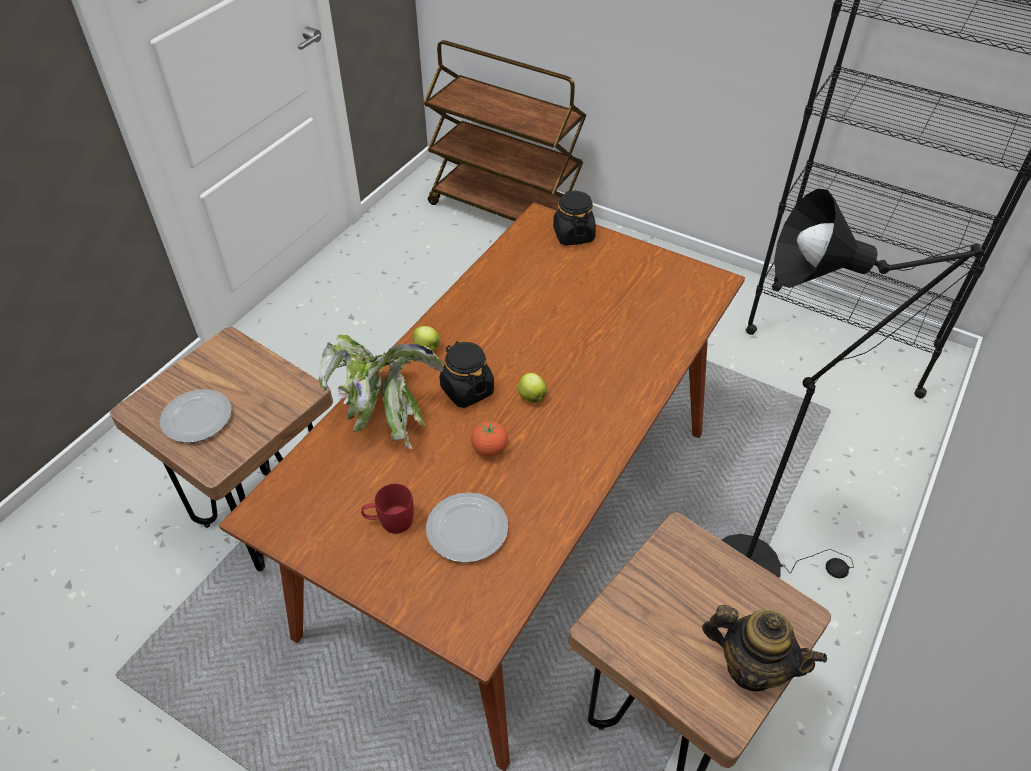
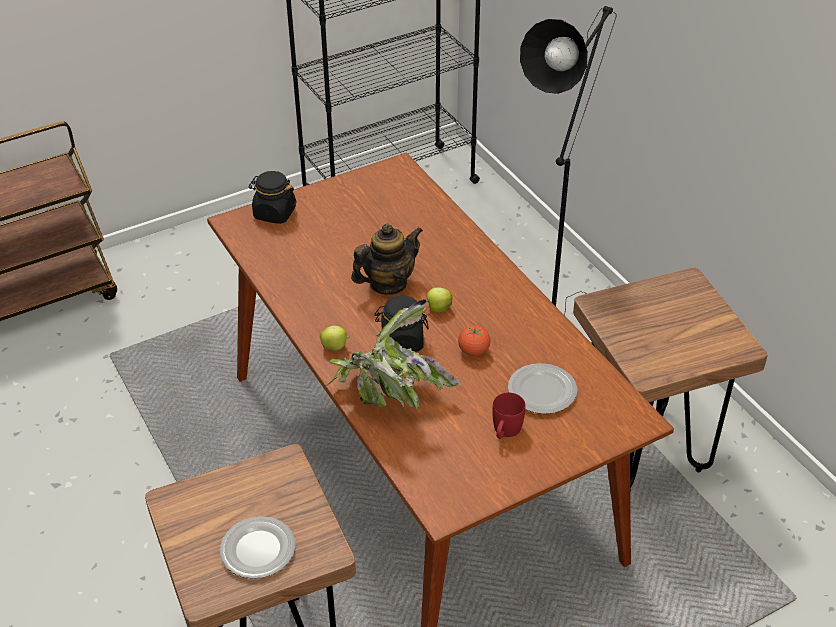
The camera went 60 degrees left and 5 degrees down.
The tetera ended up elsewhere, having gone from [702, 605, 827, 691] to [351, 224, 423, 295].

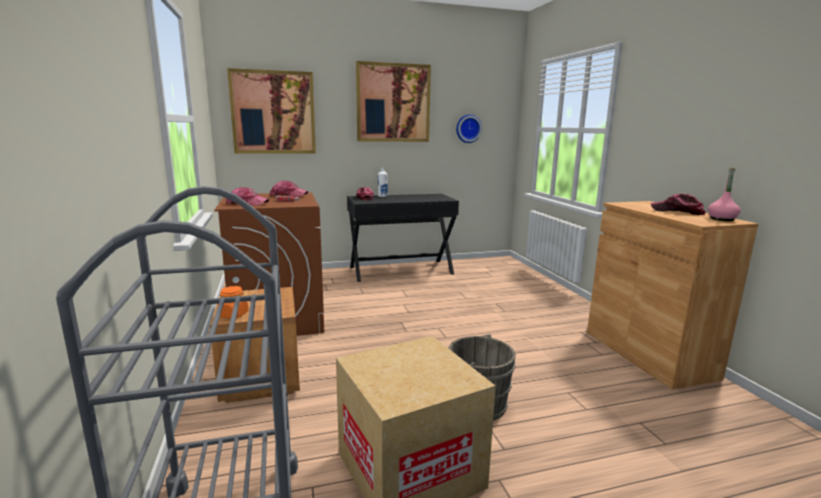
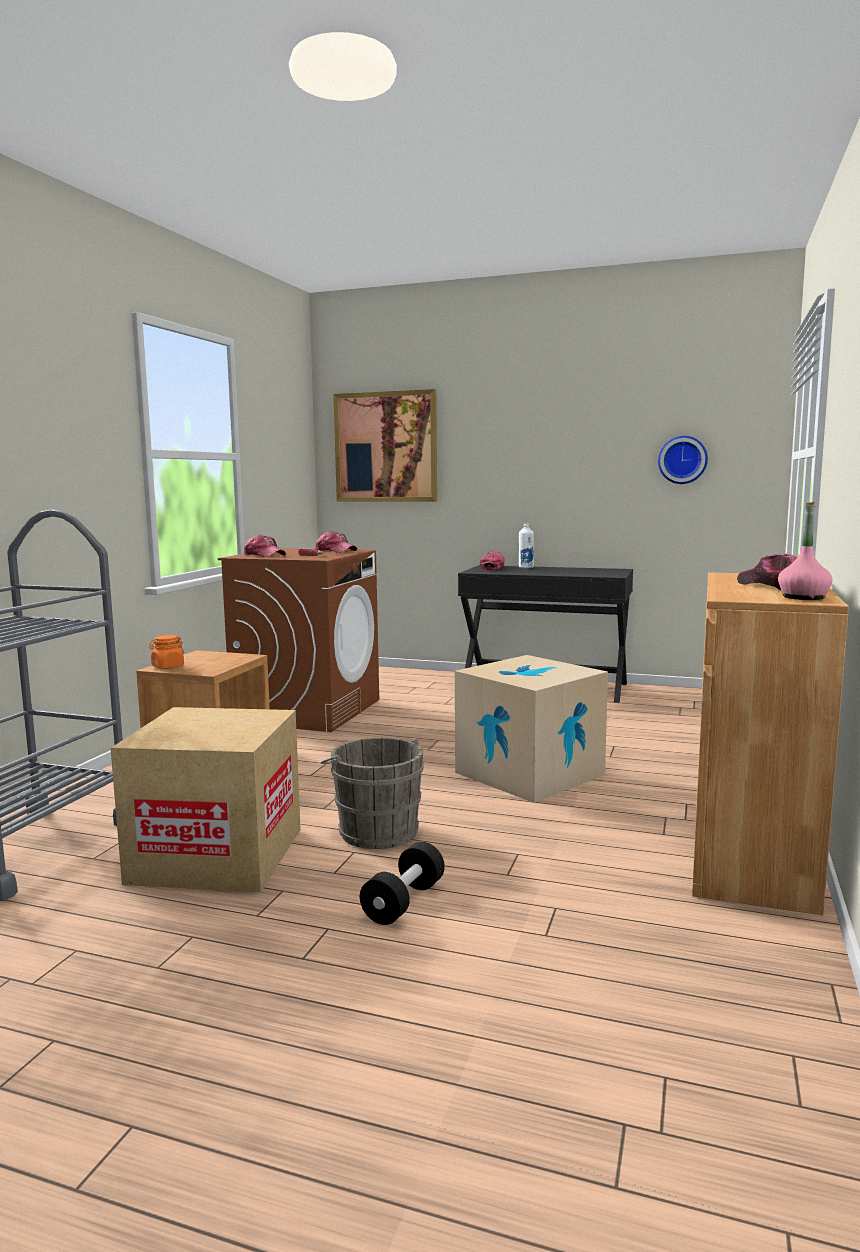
The camera went 35 degrees right and 5 degrees down.
The second view lost the cuadro at [356, 61, 431, 142].
The second view gained the caja de cartón at [455, 655, 608, 803].
The second view gained the mancuerna [negro] at [360, 842, 445, 925].

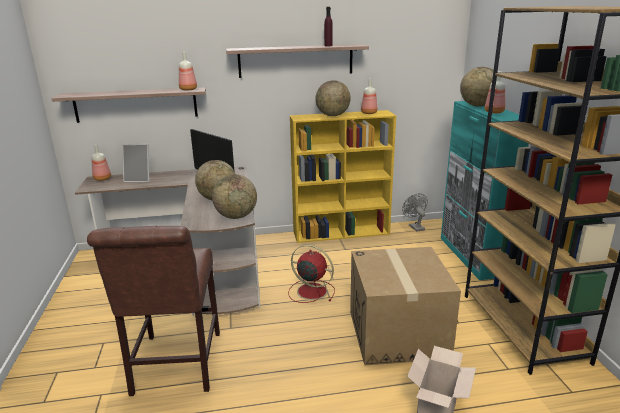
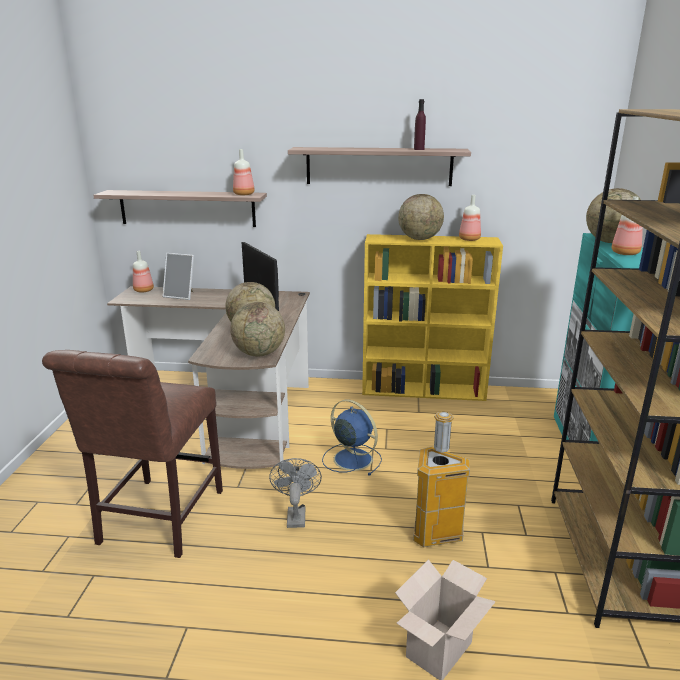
The camera went 15 degrees right and 0 degrees up.
The ventilador [gris] ended up elsewhere, having gone from [402, 193, 428, 232] to [269, 458, 322, 528].
What was the ventilador [rojo] at [288, 245, 335, 303] turned into the ventilador [azul] at [322, 399, 382, 476].
Where the caja de cartón stood at [350, 247, 461, 365], the papelera came to stand at [413, 412, 470, 547].

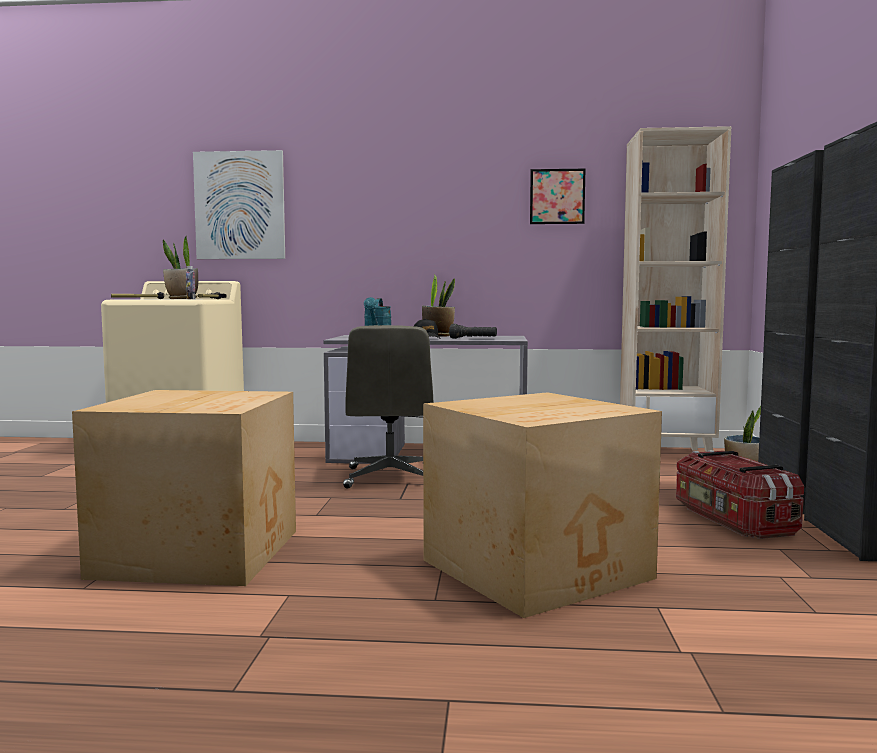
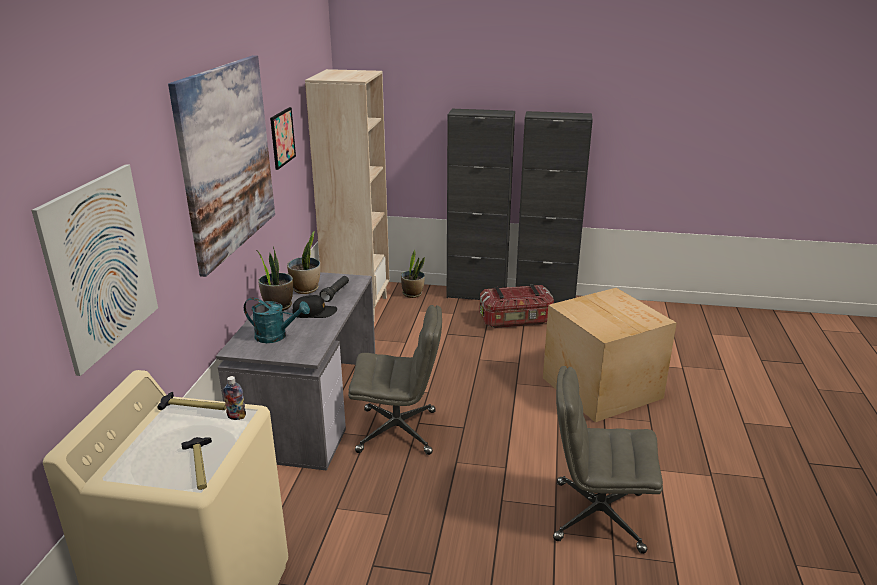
The camera went 85 degrees left and 20 degrees up.
The planta en maceta ended up elsewhere, having gone from [163, 236, 198, 299] to [287, 231, 320, 294].
Where the caja de cartón stood at [72, 390, 296, 586], the silla de oficina [gris] came to stand at [553, 366, 663, 554].
The second view gained the cuadro at [168, 55, 275, 277].

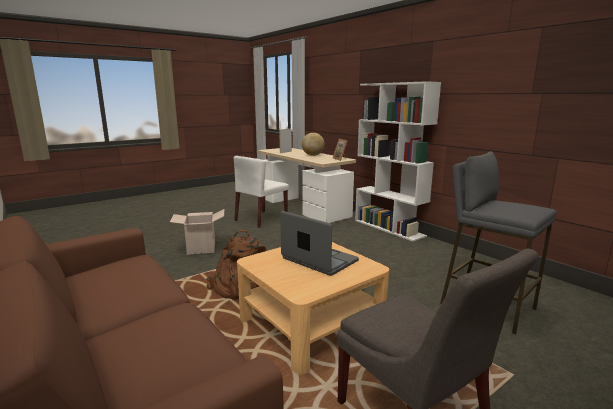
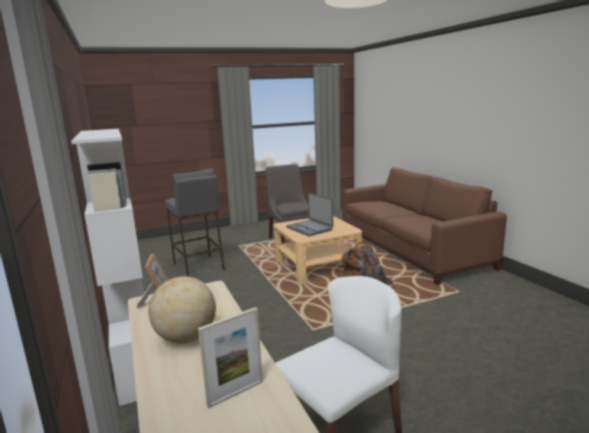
The camera went 165 degrees left and 0 degrees up.
The second view lost the caja de cartón at [170, 209, 224, 255].

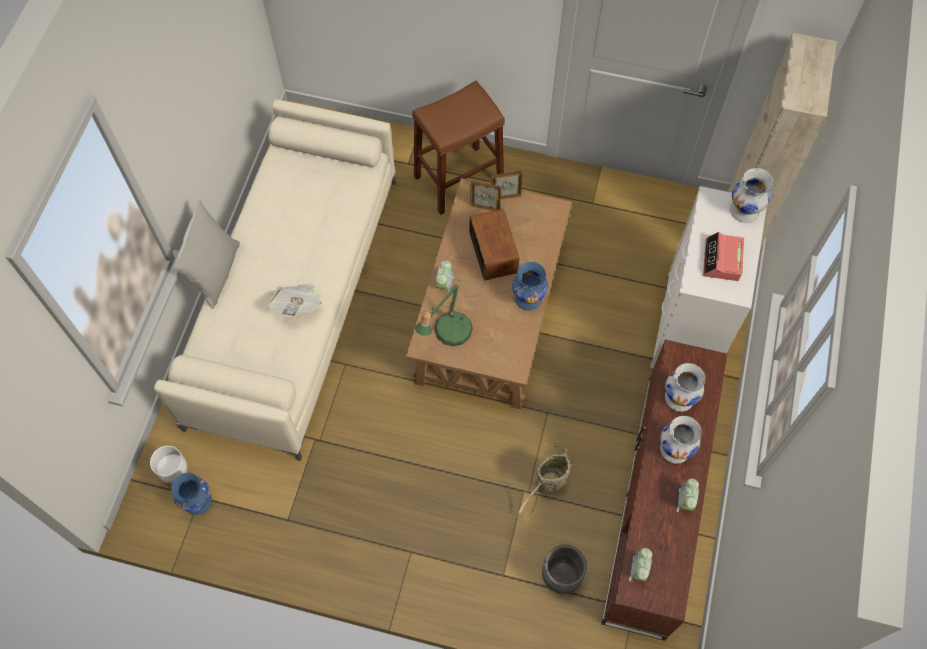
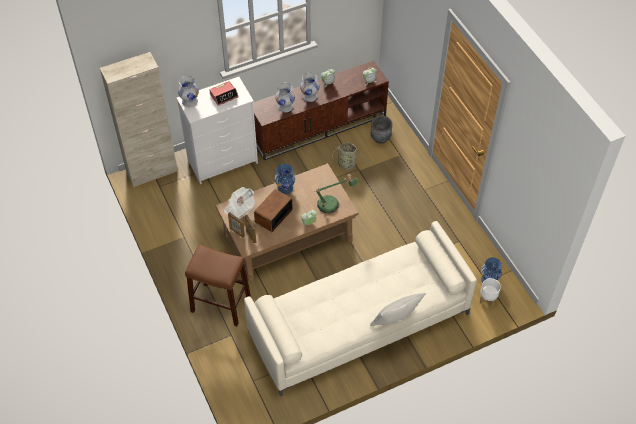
The camera went 130 degrees left and 10 degrees down.
The periódico ended up elsewhere, having gone from [268, 283, 322, 317] to [224, 187, 255, 218].

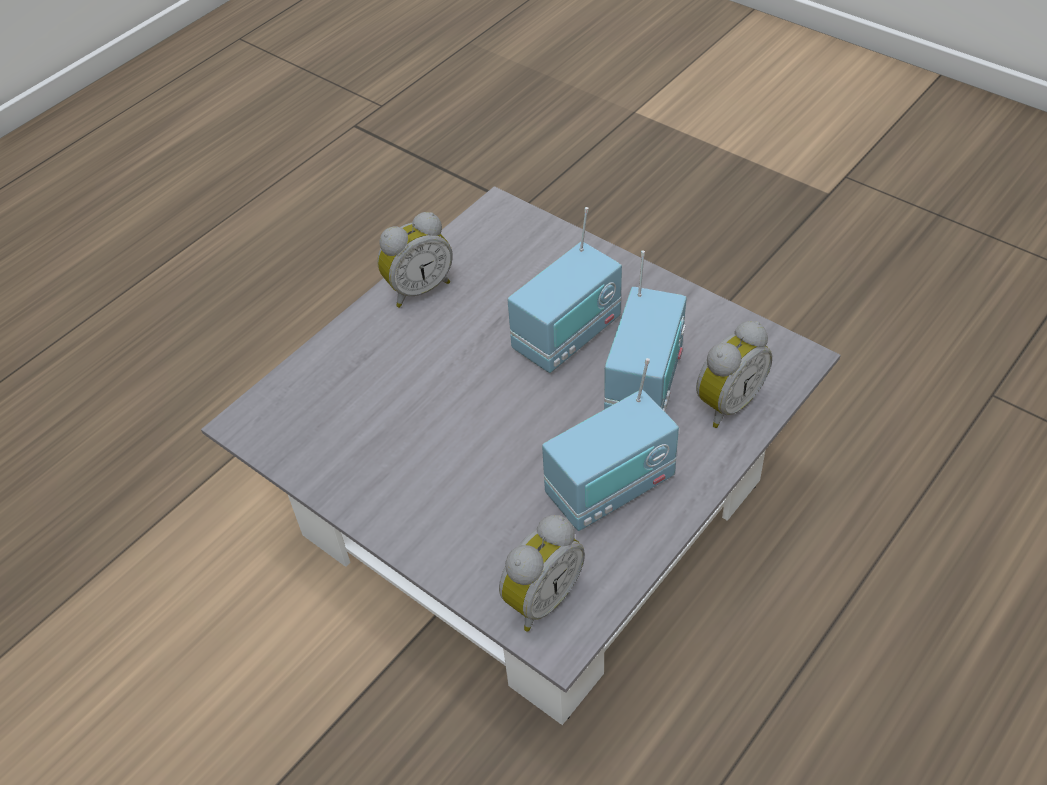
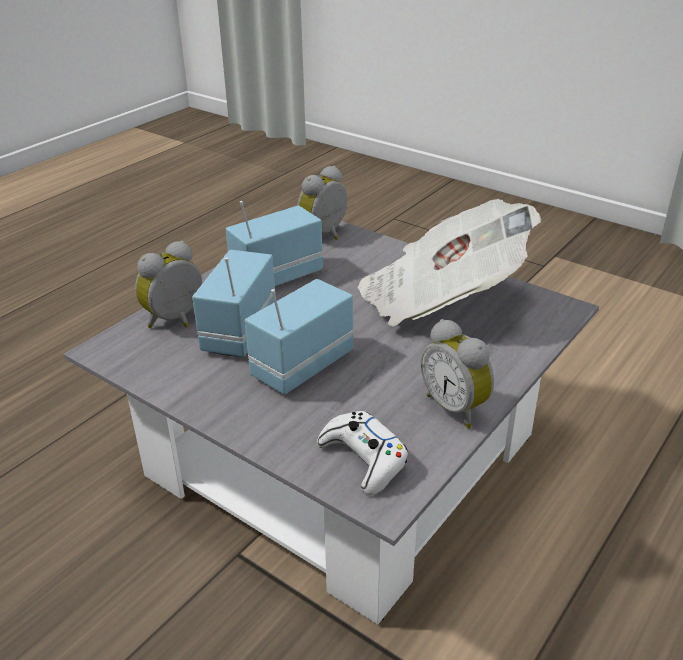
The camera went 175 degrees right and 15 degrees down.
The despertador at [377, 212, 453, 307] ended up facing another way, 90 degrees counterclockwise from before.
The second view gained the periódico at [358, 199, 541, 326].
The second view gained the mando de consola [blanco] at [317, 411, 408, 496].

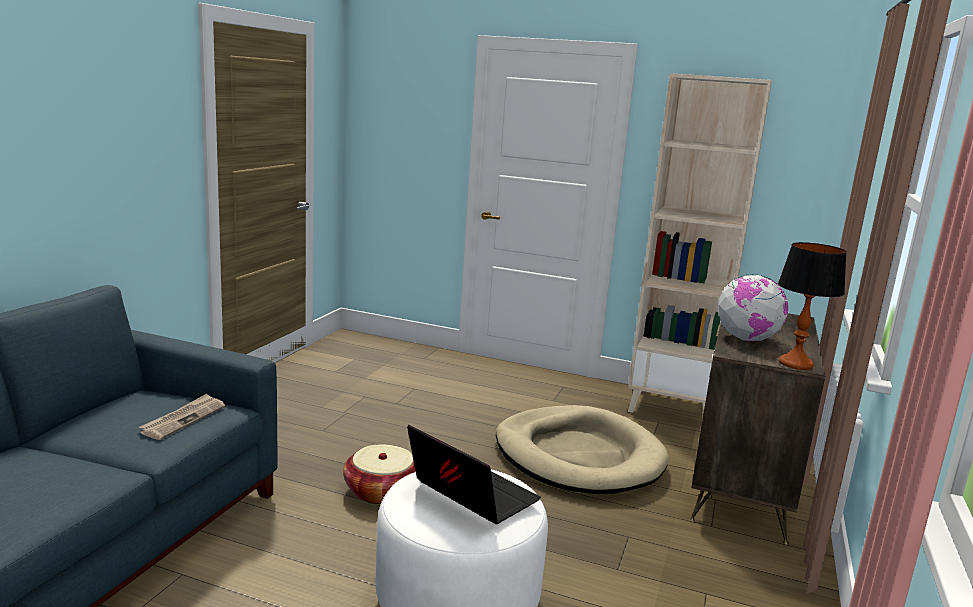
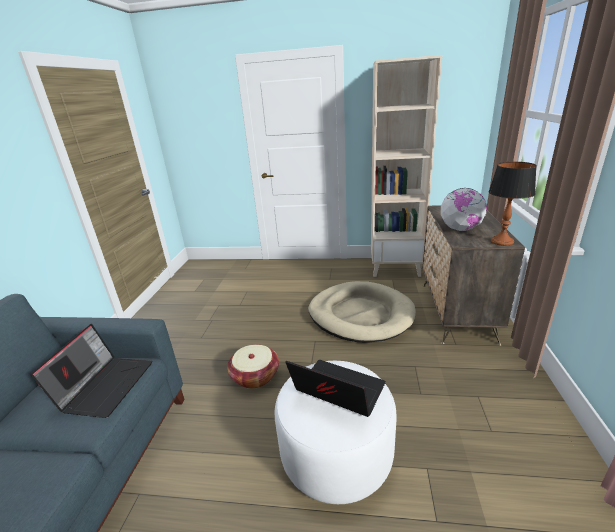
The camera went 10 degrees left and 10 degrees up.
Where the periódico stood at [139, 394, 225, 440], the portátil came to stand at [31, 324, 153, 418].

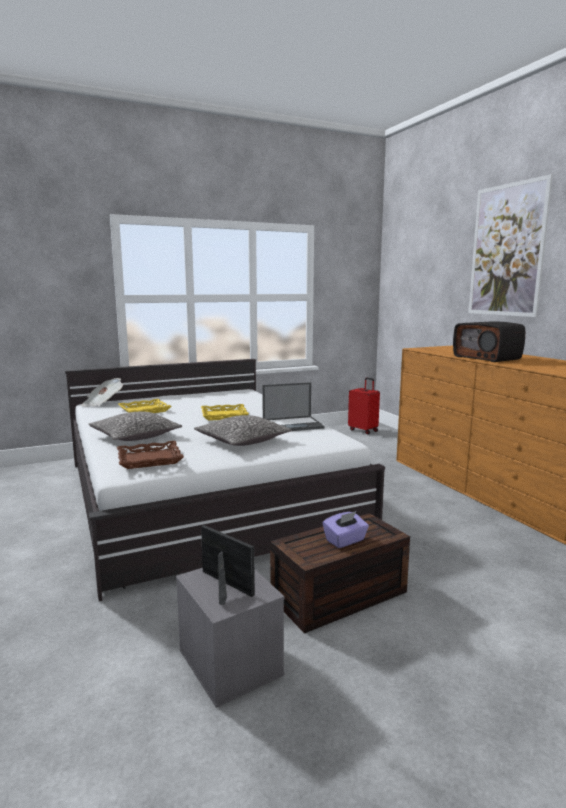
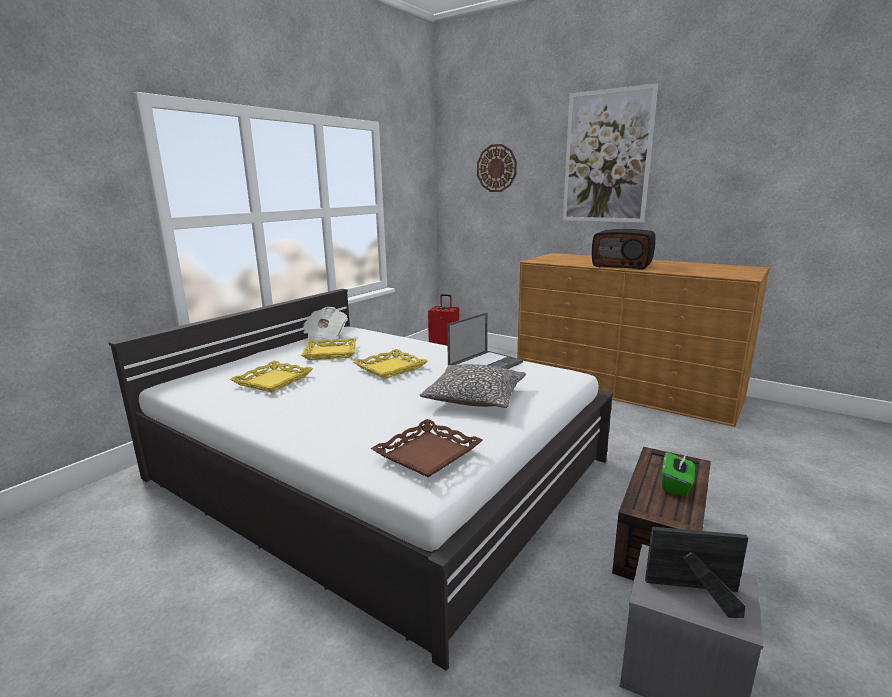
The camera went 30 degrees left and 5 degrees up.
The periódico ended up elsewhere, having gone from [81, 378, 123, 407] to [303, 307, 348, 344].
The second view lost the cojín at [89, 412, 182, 441].
What was the caja de pañuelos [morado] at [323, 511, 369, 548] turned into the caja de pañuelos [verde] at [662, 452, 695, 496].
The second view gained the reloj de pared at [477, 144, 517, 192].
The second view gained the bandeja [amarillo] at [301, 338, 356, 360].

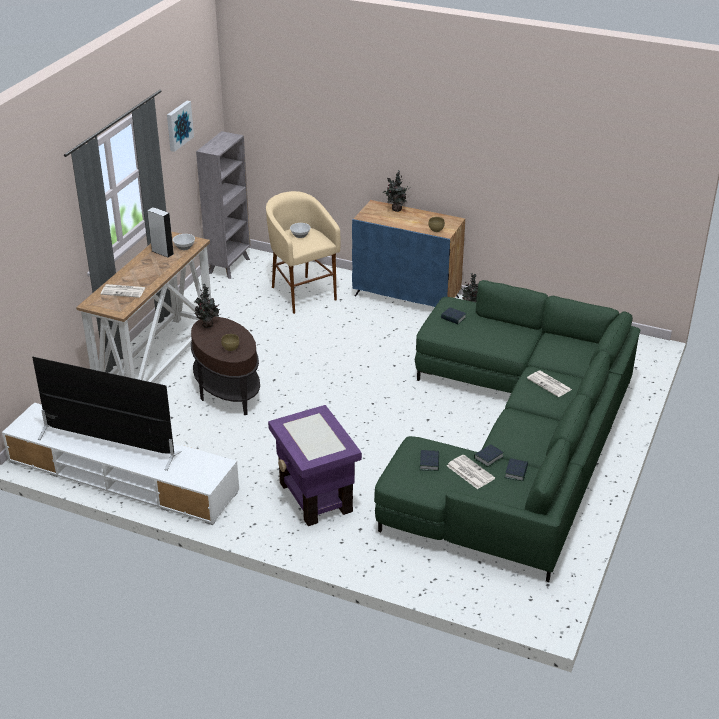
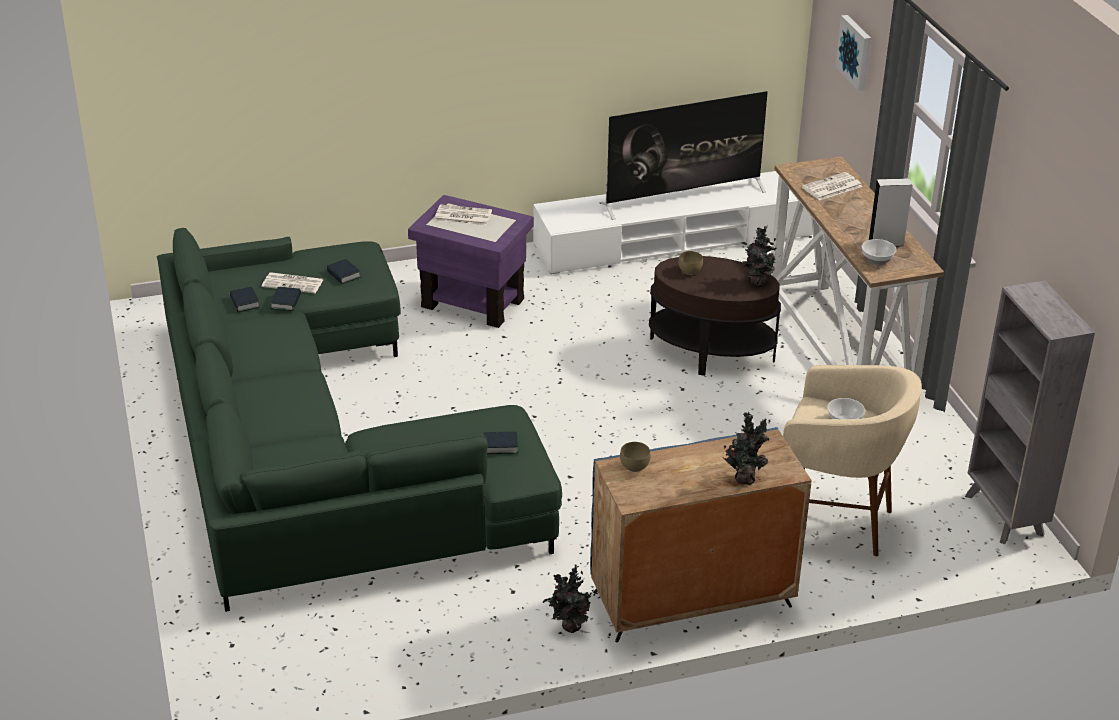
The camera went 140 degrees right and 0 degrees up.
The cuadro ended up elsewhere, having gone from [167, 101, 194, 152] to [835, 15, 871, 91].
The periódico ended up elsewhere, having gone from [527, 370, 572, 397] to [434, 204, 492, 226].

